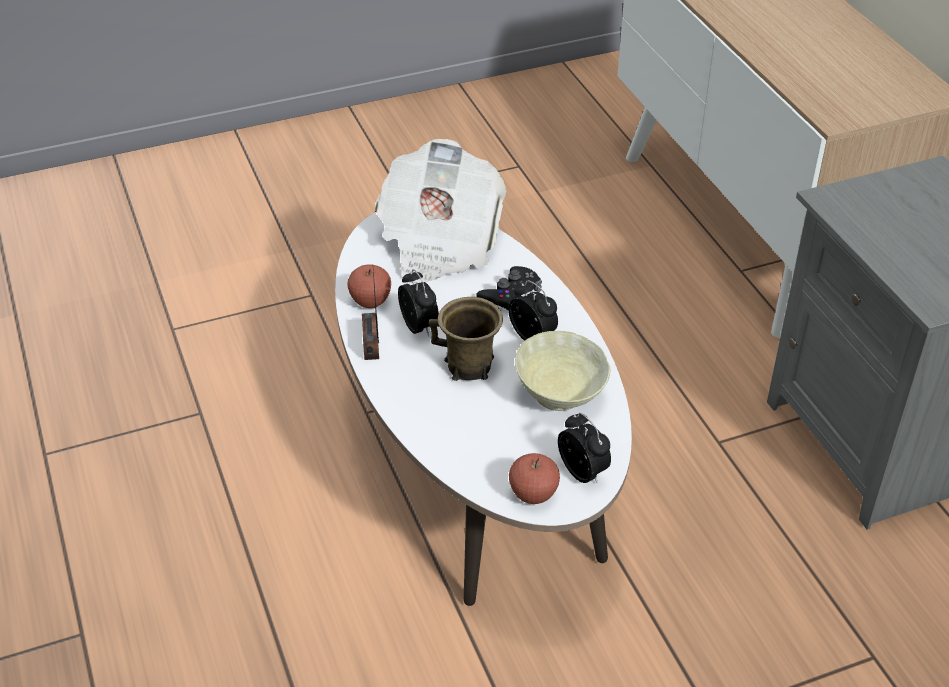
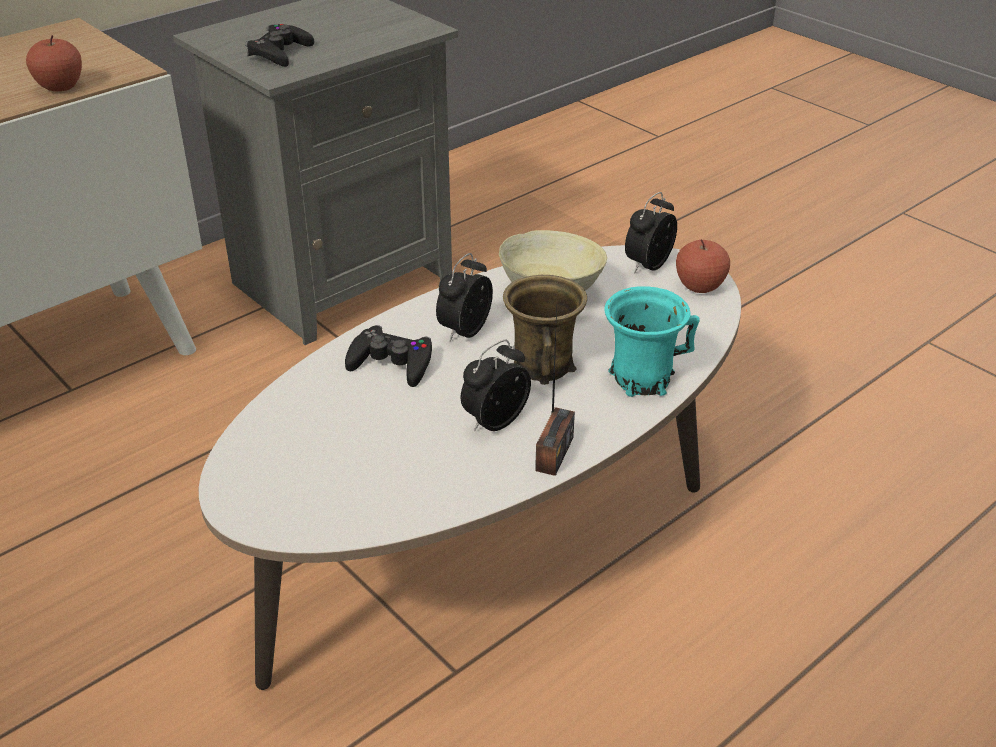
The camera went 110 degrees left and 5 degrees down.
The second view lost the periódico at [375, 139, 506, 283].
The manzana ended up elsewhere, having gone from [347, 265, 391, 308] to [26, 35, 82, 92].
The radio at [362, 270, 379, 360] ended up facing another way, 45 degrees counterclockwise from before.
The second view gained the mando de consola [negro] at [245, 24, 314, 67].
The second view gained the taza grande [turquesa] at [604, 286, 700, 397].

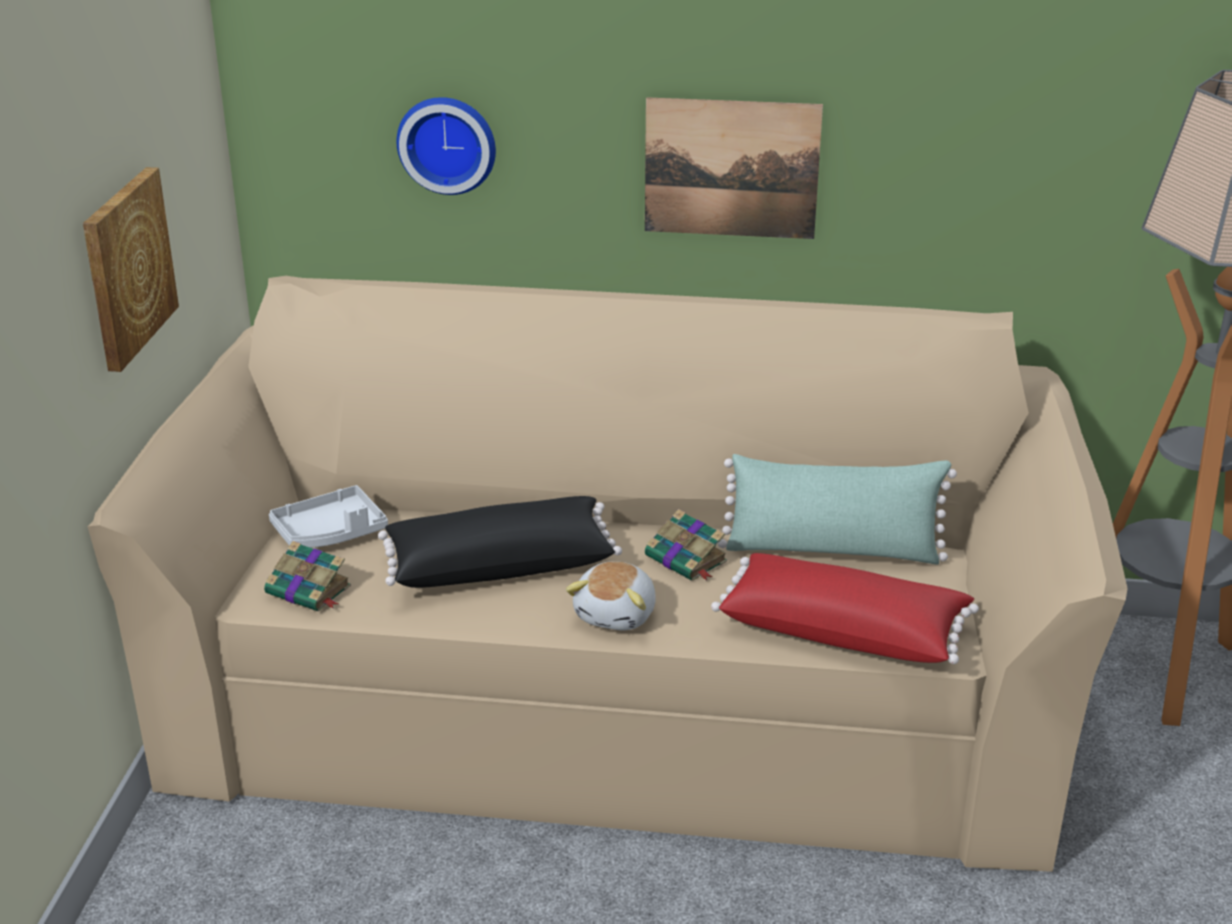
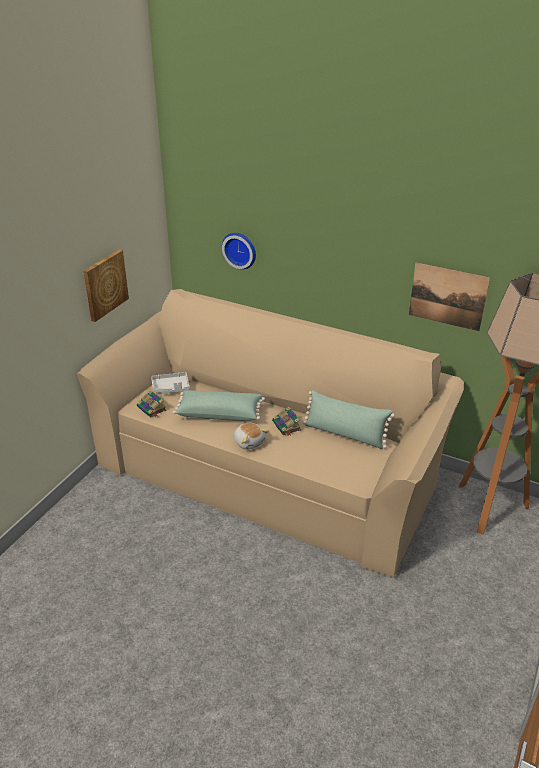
The camera went 20 degrees right and 5 degrees up.
The cuadro ended up elsewhere, having gone from [645, 97, 823, 239] to [409, 263, 490, 331].
What was the cojín [negro] at [378, 496, 622, 588] turned into the cojín [verde] at [173, 390, 265, 421].
The second view lost the cojín [rojo] at [711, 553, 979, 664].
The peluche at [566, 561, 656, 630] ended up facing another way, 75 degrees counterclockwise from before.

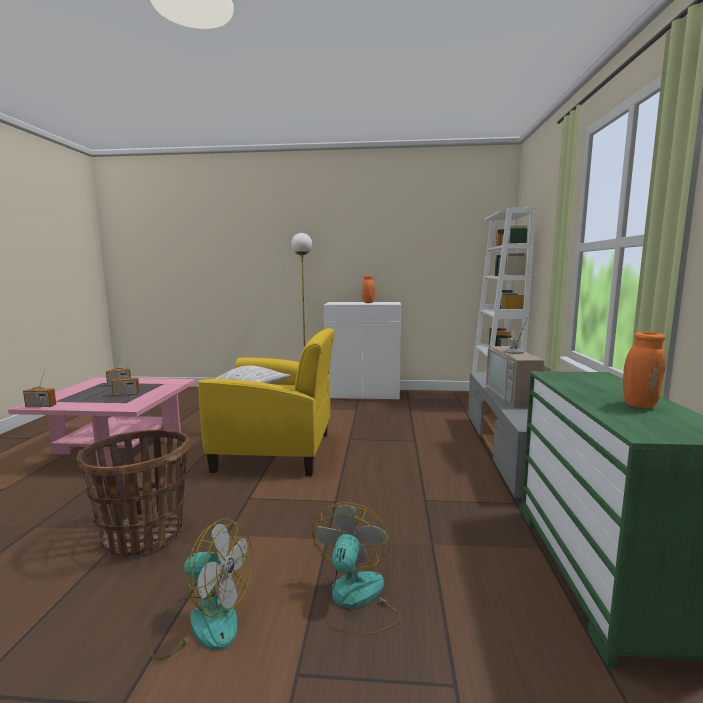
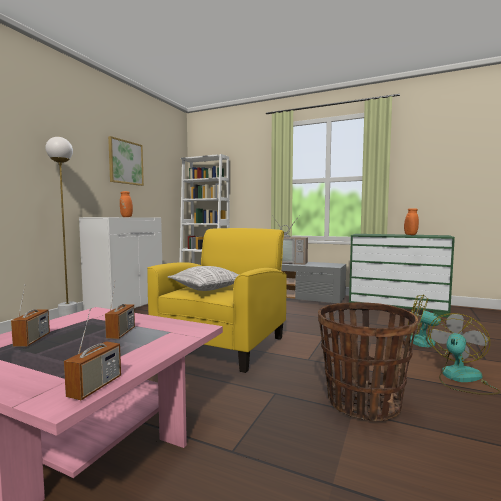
The camera went 70 degrees left and 5 degrees down.
The second view gained the cuadro at [108, 136, 144, 186].

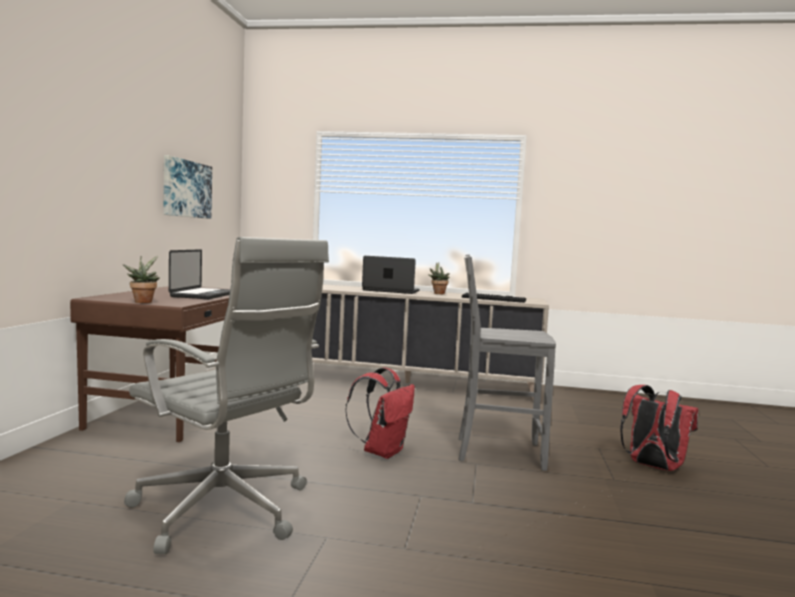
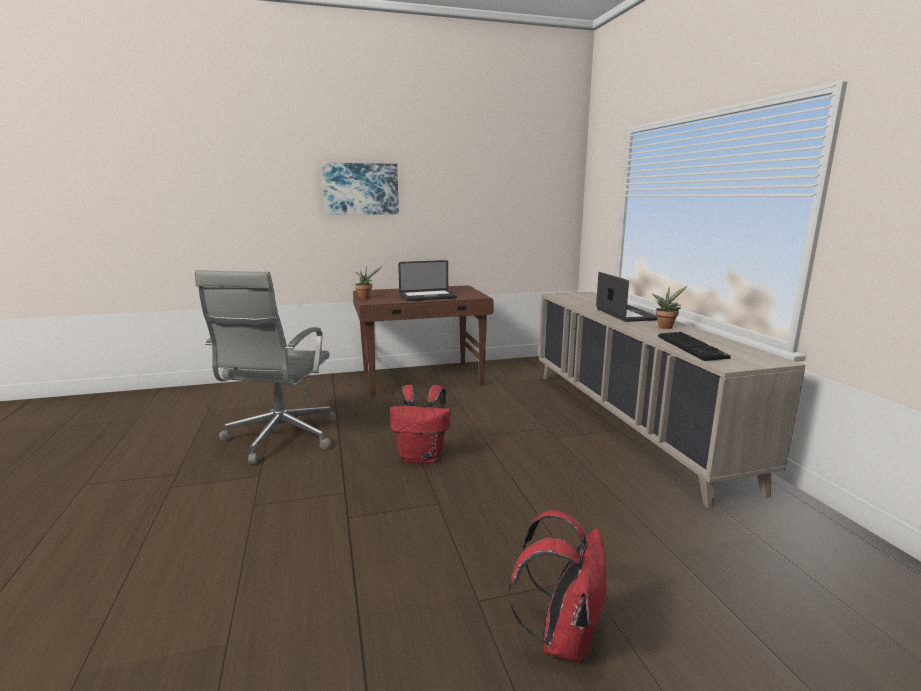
The camera went 65 degrees right and 10 degrees up.
The cuadro ended up elsewhere, having gone from [164, 155, 212, 219] to [322, 163, 399, 215].
The second view lost the silla [gris] at [458, 255, 556, 471].

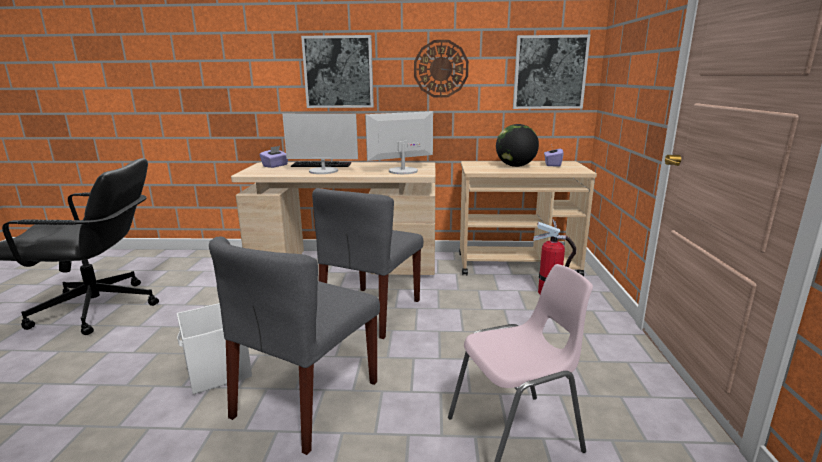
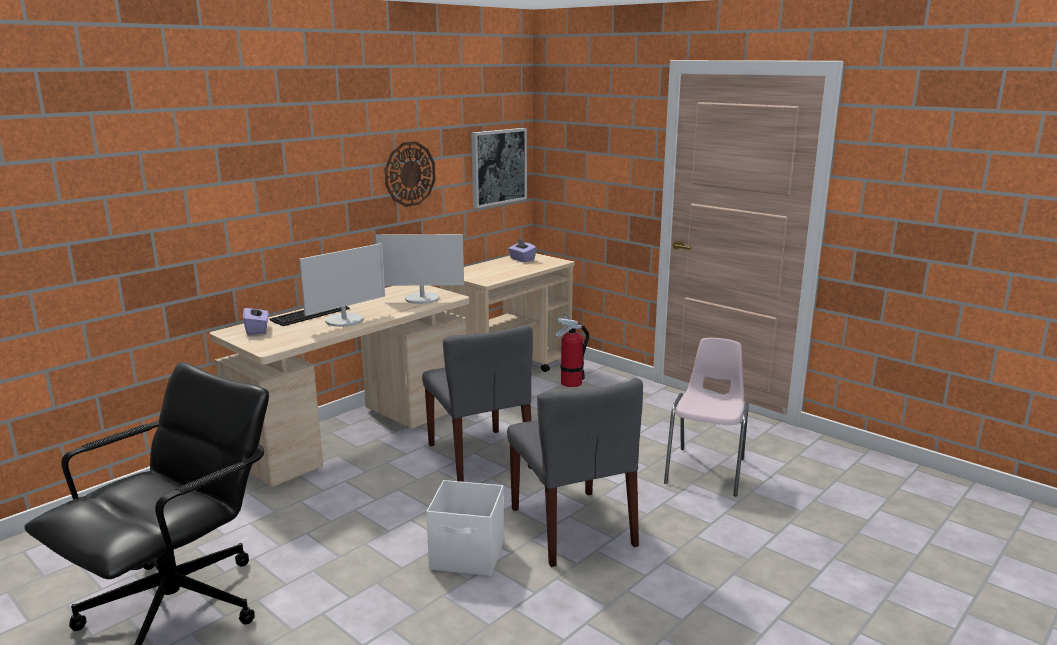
The camera went 50 degrees left and 0 degrees up.
The second view lost the cuadro at [301, 35, 374, 108].
The monitor at [365, 111, 433, 174] ended up facing another way, 105 degrees counterclockwise from before.
The second view lost the globo terráqueo at [496, 124, 539, 167].

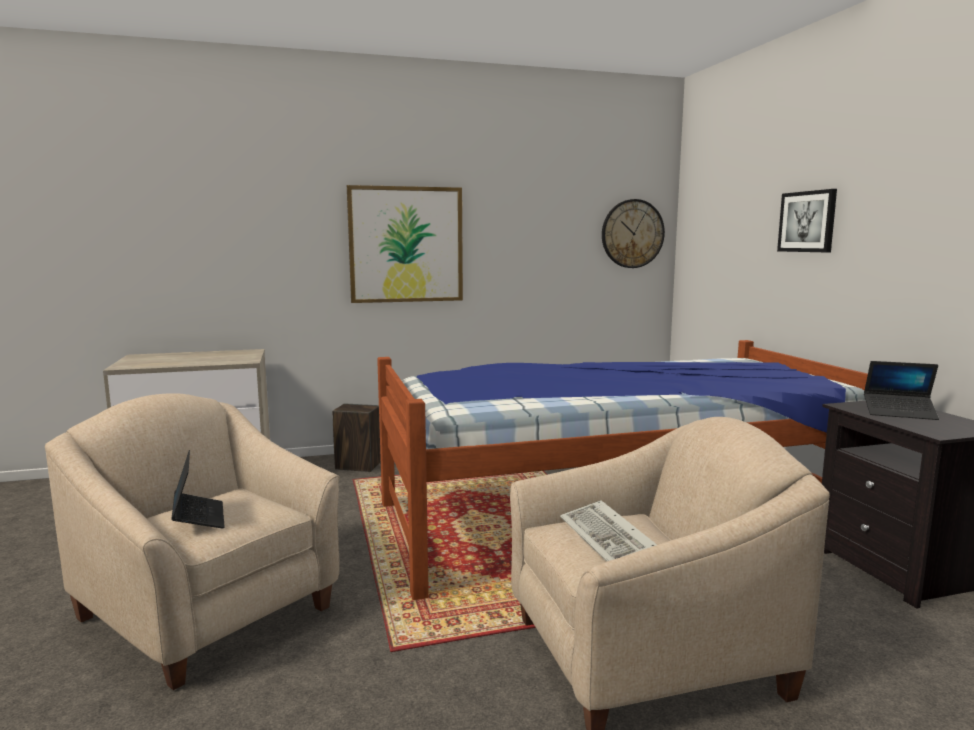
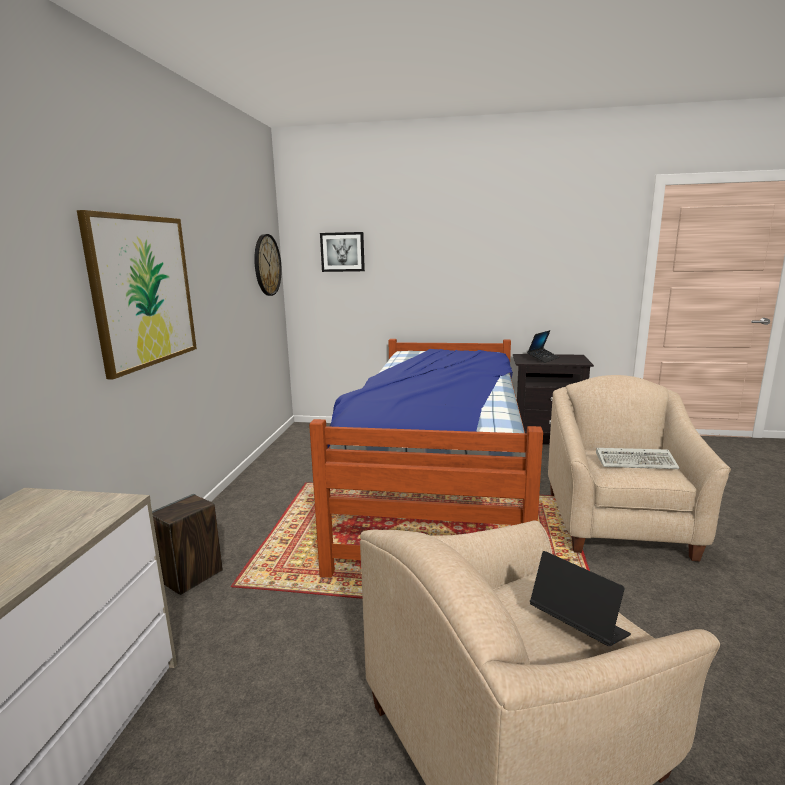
The camera went 65 degrees left and 5 degrees up.
The cuadro ended up elsewhere, having gone from [777, 189, 837, 252] to [320, 232, 365, 272].
The portátil at [171, 450, 225, 528] ended up facing another way, 45 degrees clockwise from before.

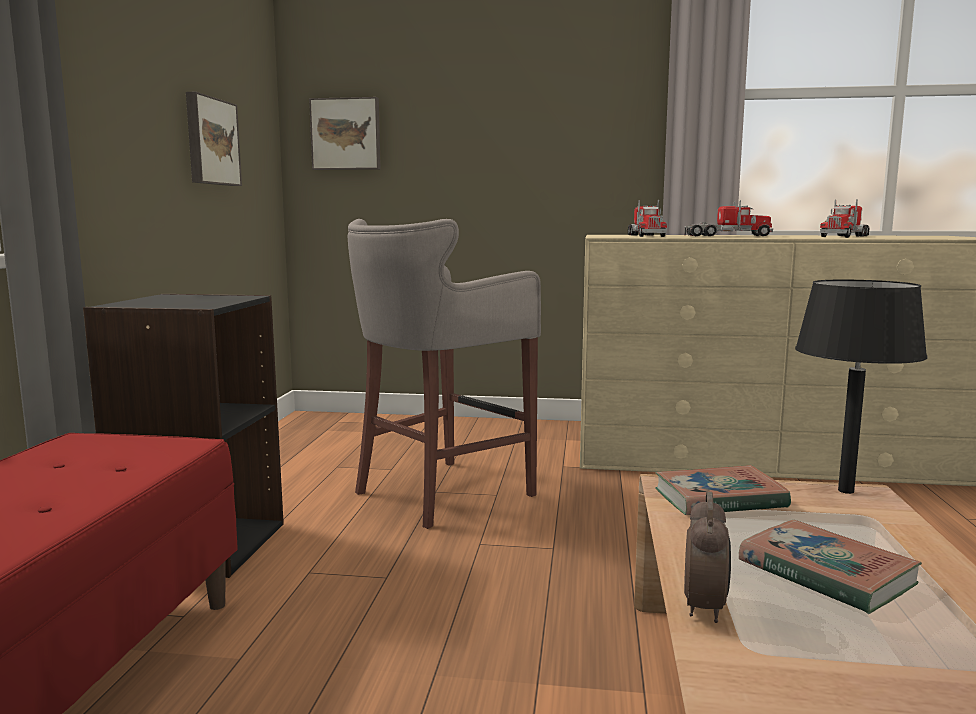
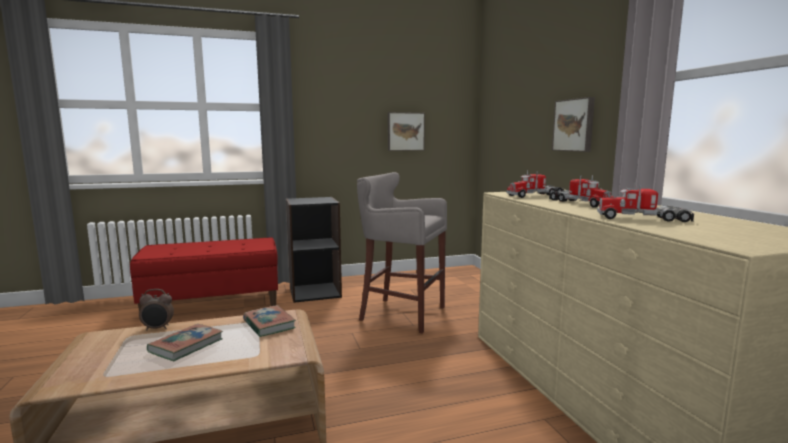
The camera went 65 degrees right and 0 degrees up.
The cuadro ended up elsewhere, having gone from [309, 97, 381, 170] to [552, 97, 595, 152].
The second view lost the lámpara de mesa [negro] at [795, 280, 927, 494].

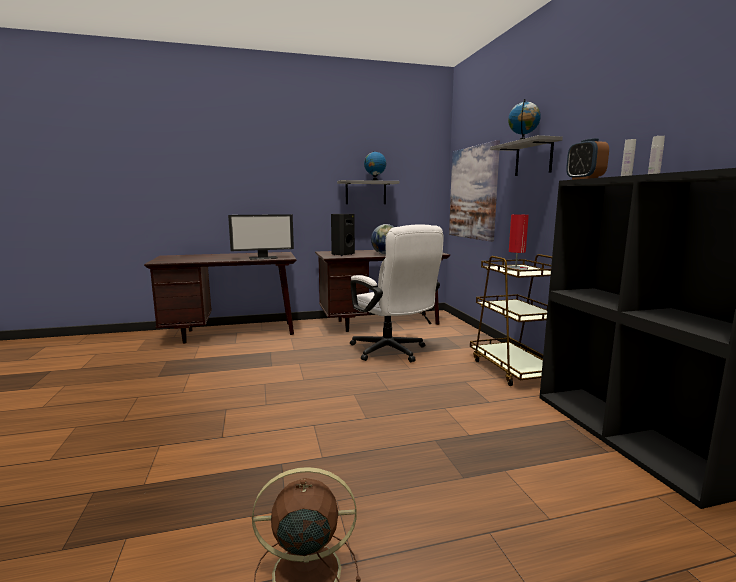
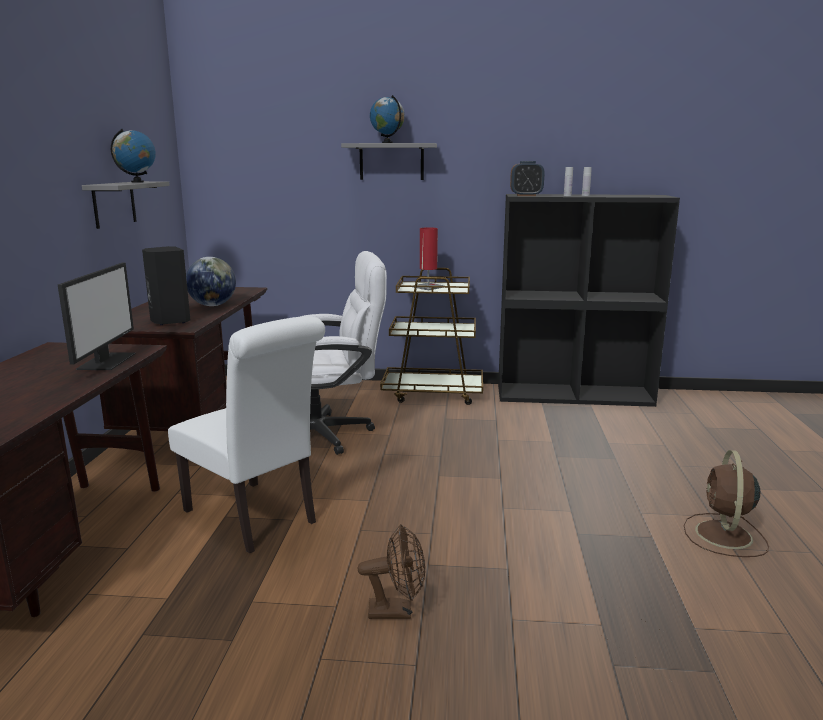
The camera went 70 degrees left and 5 degrees up.
The second view lost the cuadro at [449, 140, 500, 242].
The second view gained the silla [blanco] at [168, 316, 325, 553].
The second view gained the ventilador [marrón] at [358, 524, 425, 619].

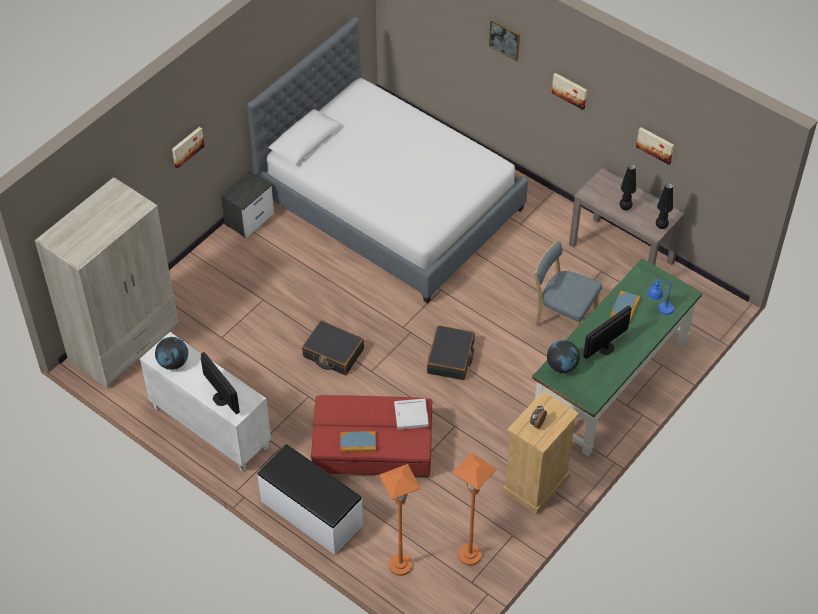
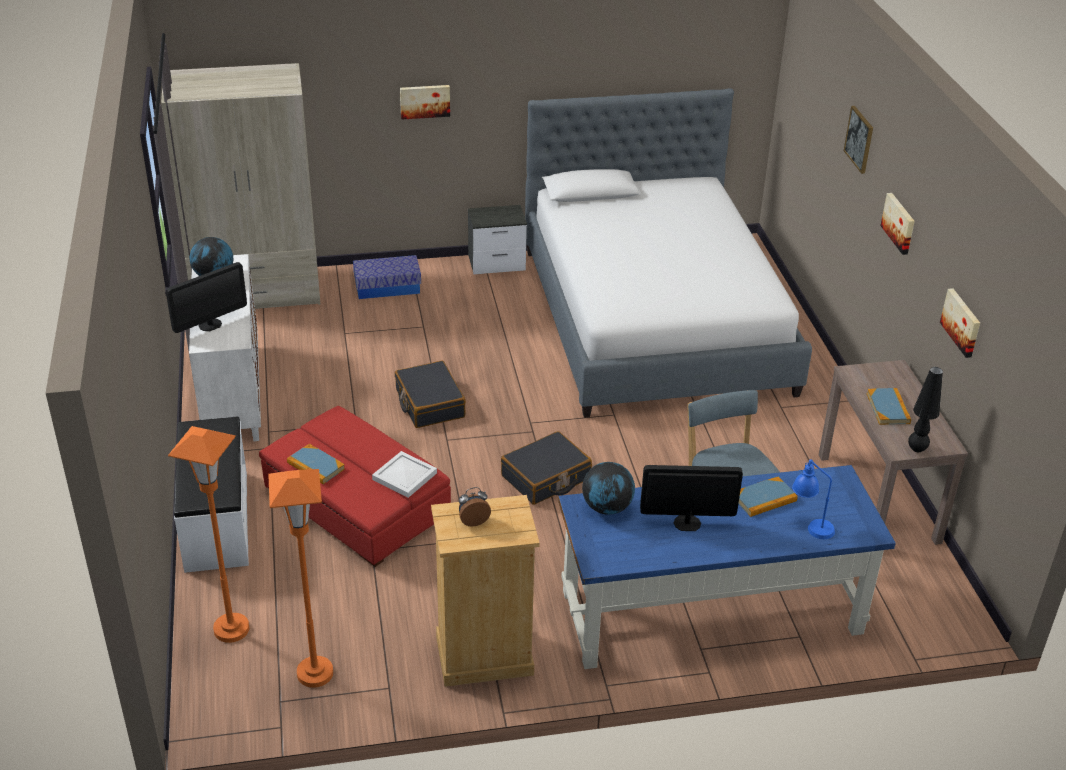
The camera went 40 degrees right and 15 degrees down.
Where the lámpara de mesa [negro] stood at [620, 164, 636, 211], the libro came to stand at [867, 388, 911, 425].
What was the escritorio [verde] at [532, 258, 702, 456] turned into the escritorio [azul] at [558, 465, 896, 669].
The monitor at [201, 352, 240, 415] ended up facing another way, 45 degrees clockwise from before.
The second view gained the caja de almacenaje at [353, 255, 421, 299].

